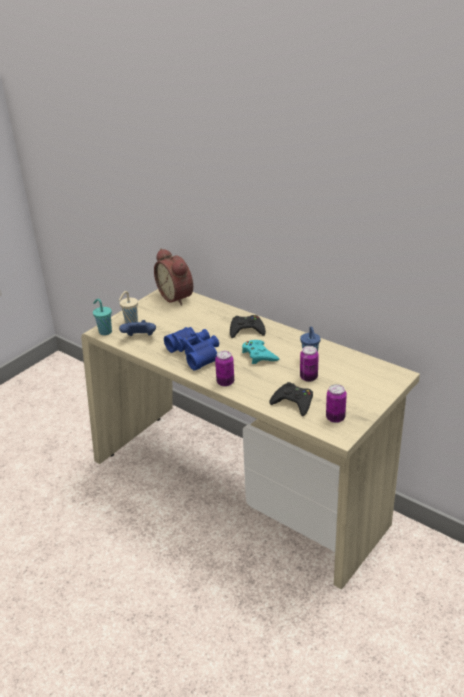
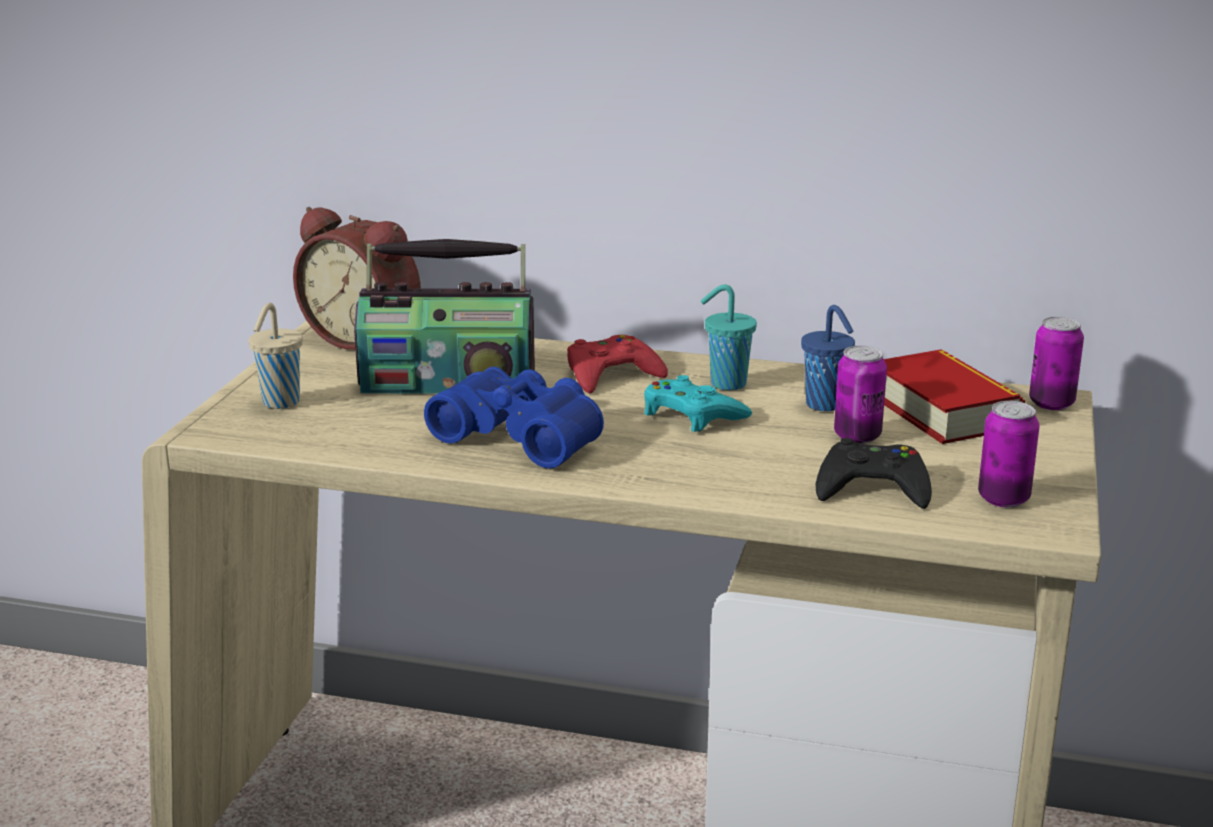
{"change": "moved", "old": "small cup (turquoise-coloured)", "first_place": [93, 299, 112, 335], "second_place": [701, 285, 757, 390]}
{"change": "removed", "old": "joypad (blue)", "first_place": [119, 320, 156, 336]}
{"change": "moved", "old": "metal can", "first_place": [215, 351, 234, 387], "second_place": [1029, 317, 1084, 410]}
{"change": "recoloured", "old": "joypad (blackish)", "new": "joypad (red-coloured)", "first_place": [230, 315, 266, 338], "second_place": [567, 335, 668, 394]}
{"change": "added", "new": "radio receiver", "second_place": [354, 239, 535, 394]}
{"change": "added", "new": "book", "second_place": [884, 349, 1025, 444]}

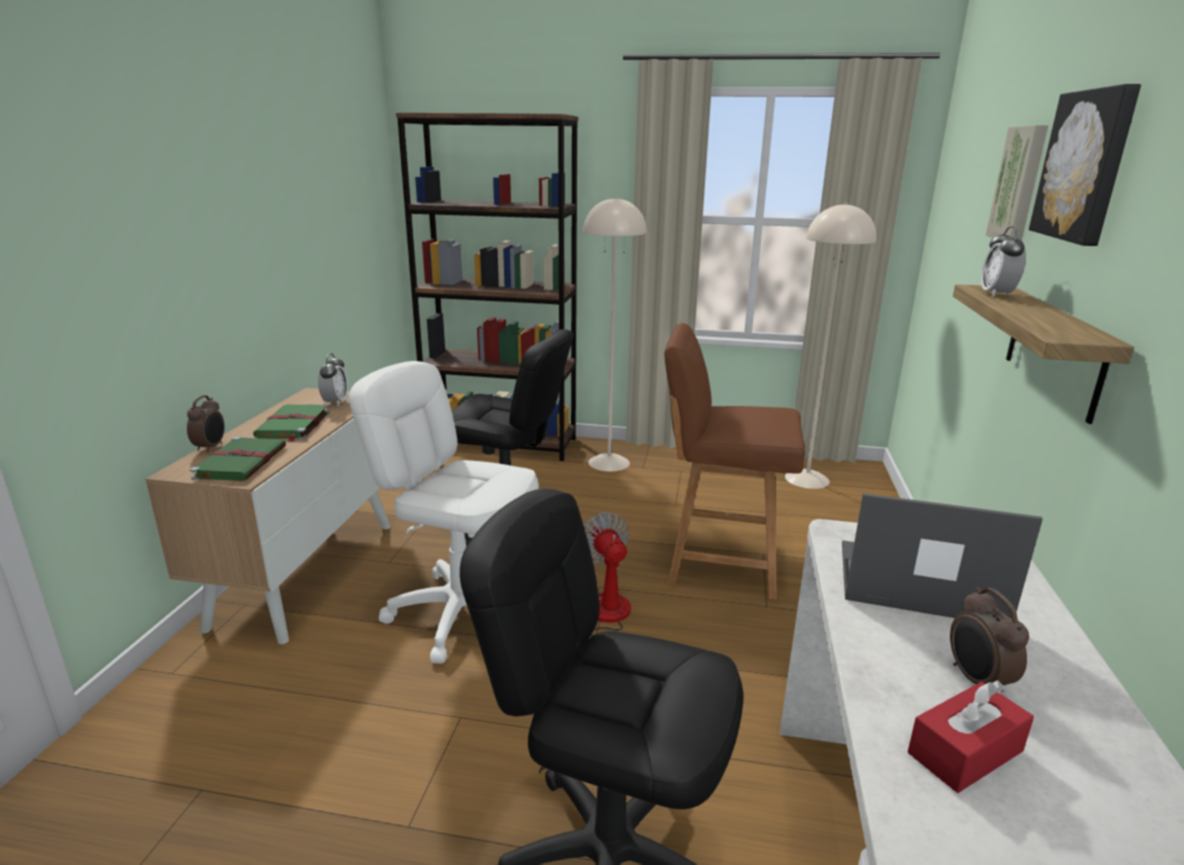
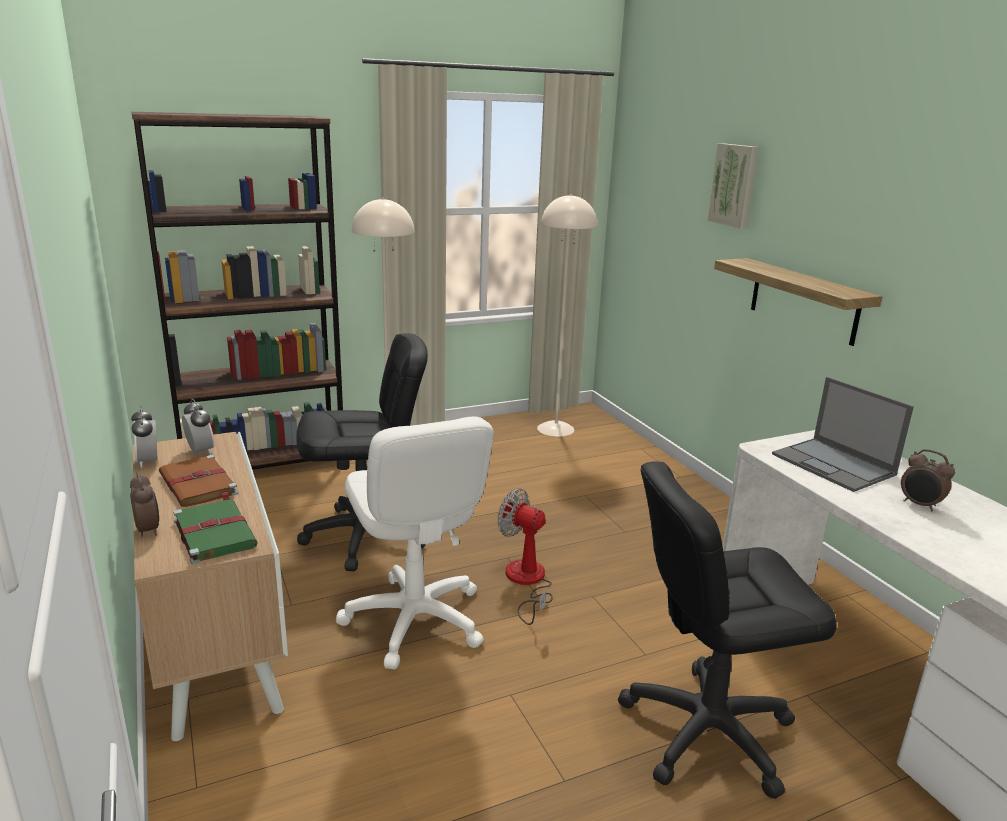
{"change": "recoloured", "old": "book (green-coloured)", "new": "book (brownish)", "first_place": [253, 404, 330, 442], "second_place": [159, 455, 238, 507]}
{"change": "turned", "old": "desk chair (white-coloured)", "first_place": [349, 361, 539, 664], "second_place": [336, 417, 494, 670], "degrees": -105}
{"change": "removed", "old": "chair (brownish)", "first_place": [664, 323, 805, 600]}
{"change": "turned", "old": "notebook computer", "first_place": [842, 493, 1043, 618], "second_place": [772, 377, 914, 492], "degrees": -105}
{"change": "removed", "old": "tissue holder (red-coloured)", "first_place": [908, 681, 1034, 793]}
{"change": "moved", "old": "bedside clock", "first_place": [981, 226, 1026, 297], "second_place": [131, 406, 157, 468]}
{"change": "removed", "old": "wall art", "first_place": [1029, 84, 1141, 246]}

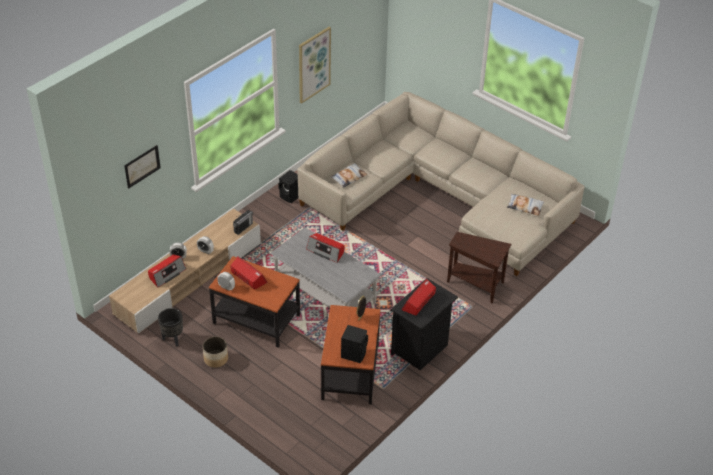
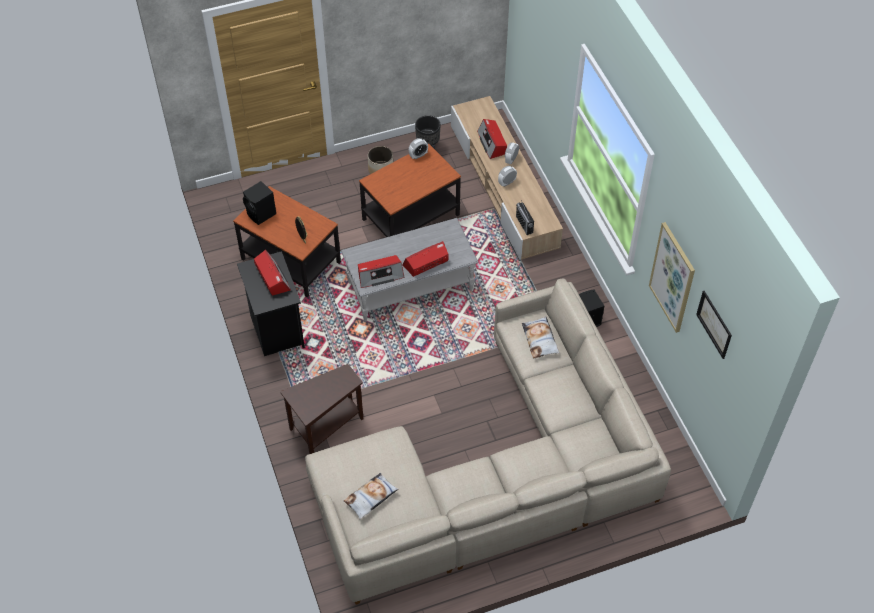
{"change": "moved", "old": "wall art", "first_place": [124, 145, 161, 189], "second_place": [696, 291, 732, 359]}
{"change": "moved", "old": "radio receiver", "first_place": [230, 257, 268, 290], "second_place": [358, 255, 404, 288]}

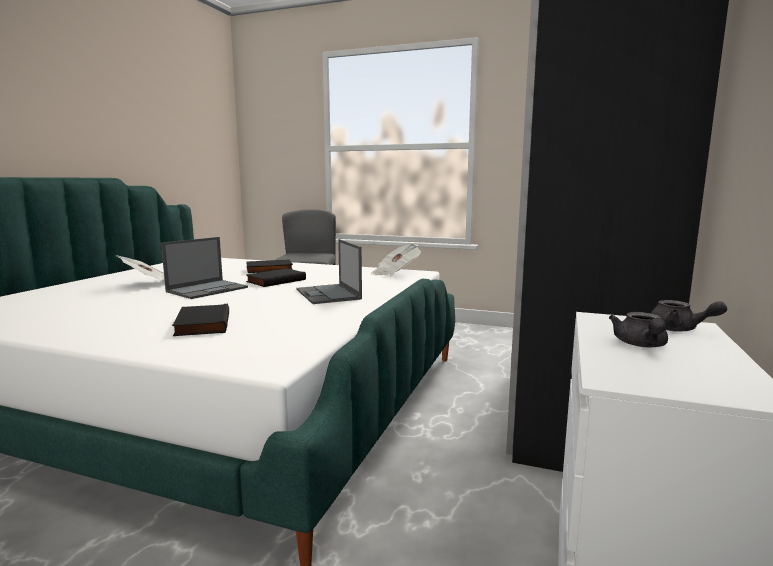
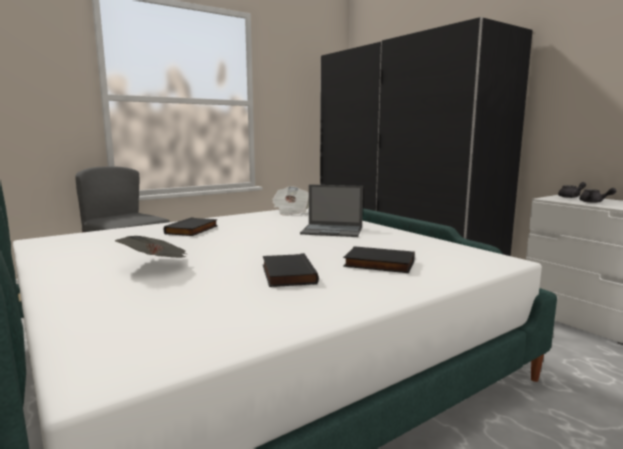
{"change": "removed", "old": "notebook computer", "first_place": [161, 237, 248, 299]}
{"change": "moved", "old": "book (blackish)", "first_place": [246, 268, 306, 287], "second_place": [263, 253, 319, 287]}

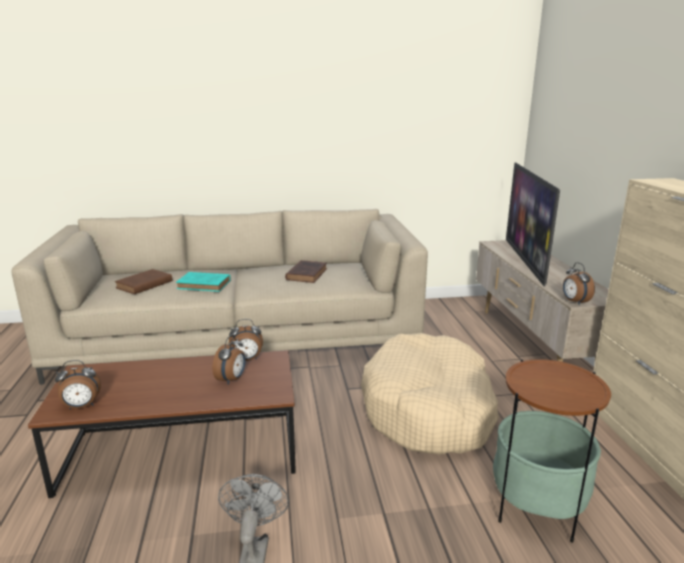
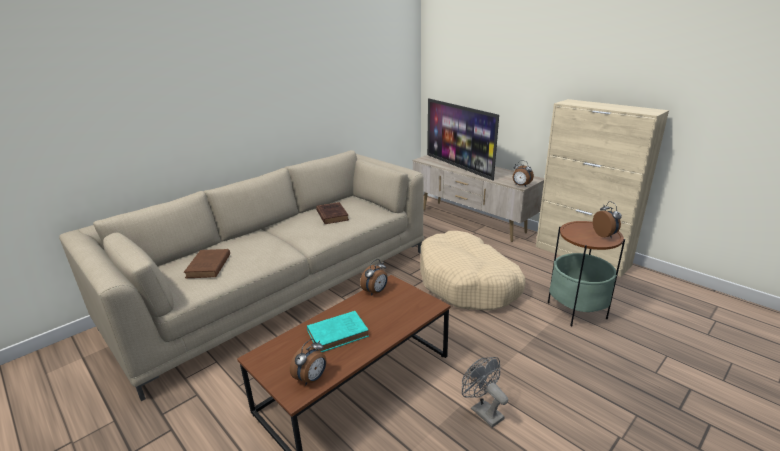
{"change": "moved", "old": "book (turquoise-coloured)", "first_place": [176, 272, 231, 292], "second_place": [307, 311, 369, 352]}
{"change": "moved", "old": "bedside clock", "first_place": [212, 335, 245, 385], "second_place": [593, 201, 622, 238]}

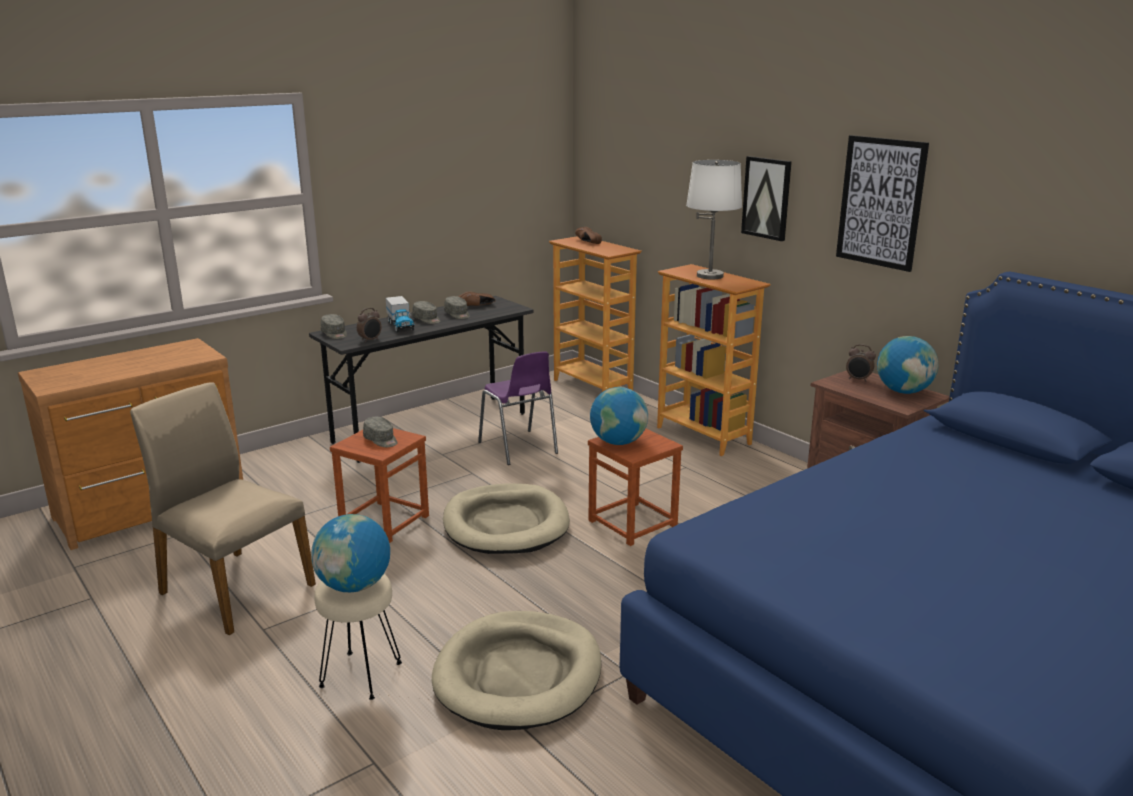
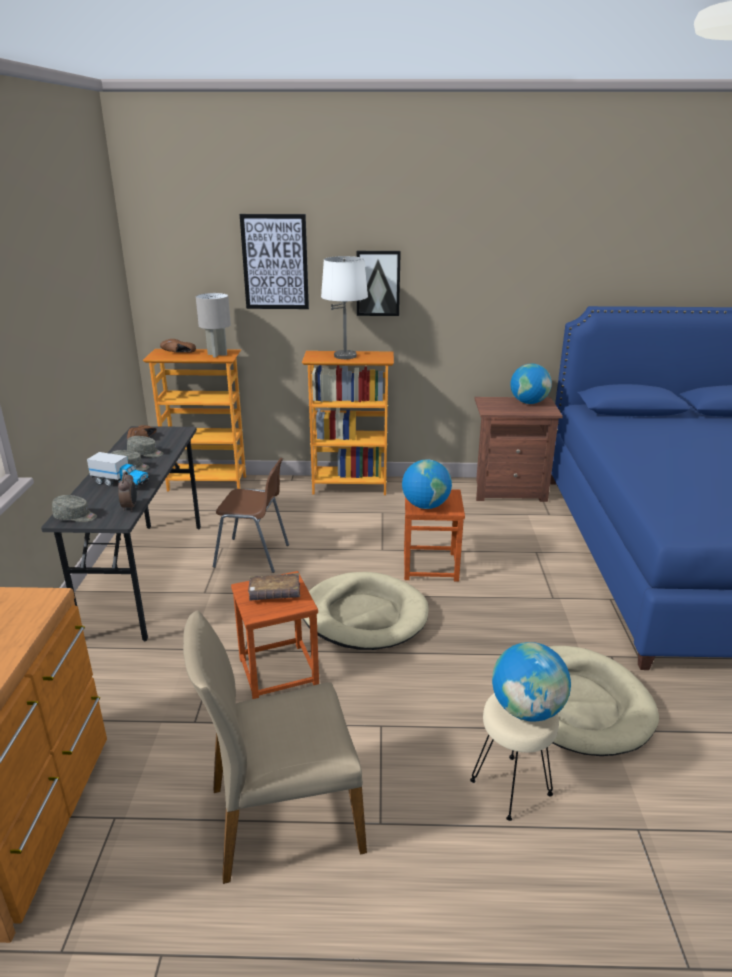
{"change": "replaced", "old": "cap (grey)", "new": "book (brownish)", "first_place": [363, 417, 397, 447], "second_place": [248, 573, 300, 601]}
{"change": "recoloured", "old": "chair (purplish)", "new": "chair (brownish)", "first_place": [478, 351, 558, 465], "second_place": [213, 458, 289, 573]}
{"change": "moved", "old": "wall art", "first_place": [836, 135, 929, 272], "second_place": [240, 214, 309, 309]}
{"change": "removed", "old": "bedside clock", "first_place": [846, 344, 876, 382]}
{"change": "added", "new": "table lamp (grey)", "second_place": [196, 293, 231, 357]}

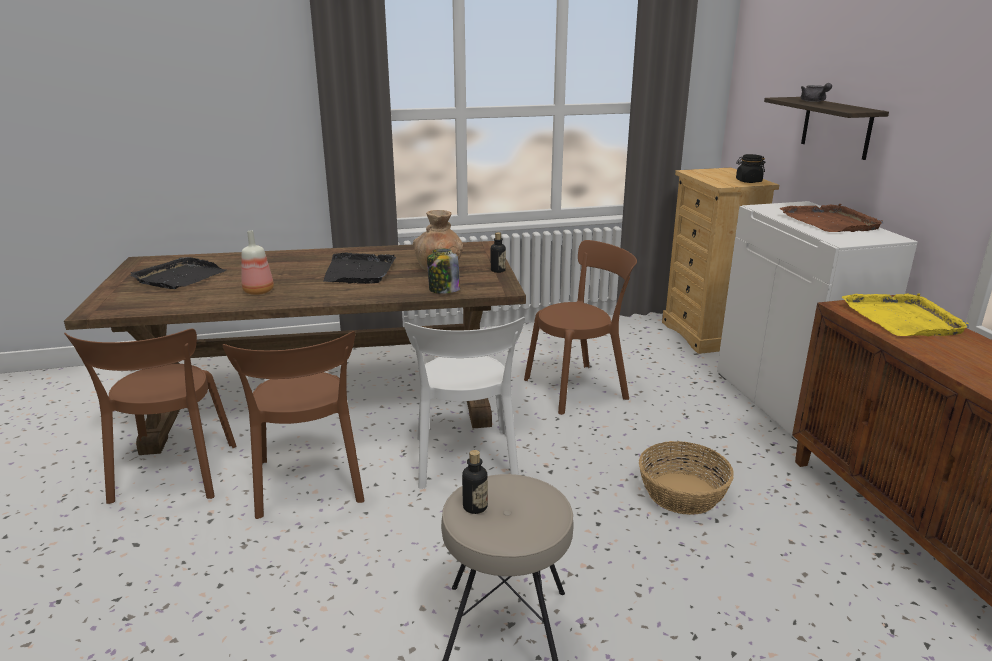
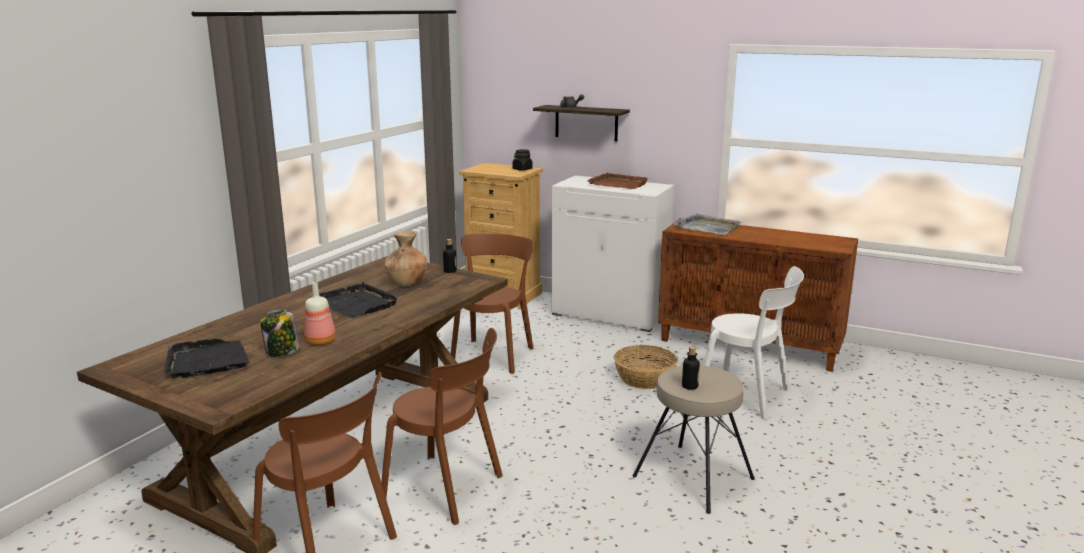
{"change": "moved", "old": "chair (white-coloured)", "first_place": [404, 317, 525, 489], "second_place": [703, 266, 804, 420]}
{"change": "moved", "old": "preserve jar", "first_place": [427, 249, 460, 294], "second_place": [260, 309, 300, 357]}
{"change": "recoloured", "old": "serving tray (yellowish)", "new": "serving tray (grey)", "first_place": [842, 294, 969, 336], "second_place": [674, 213, 741, 235]}

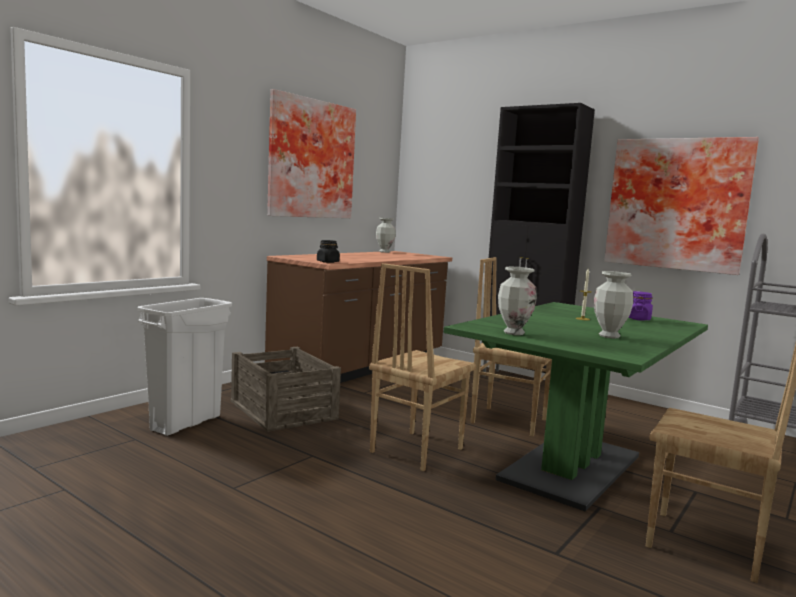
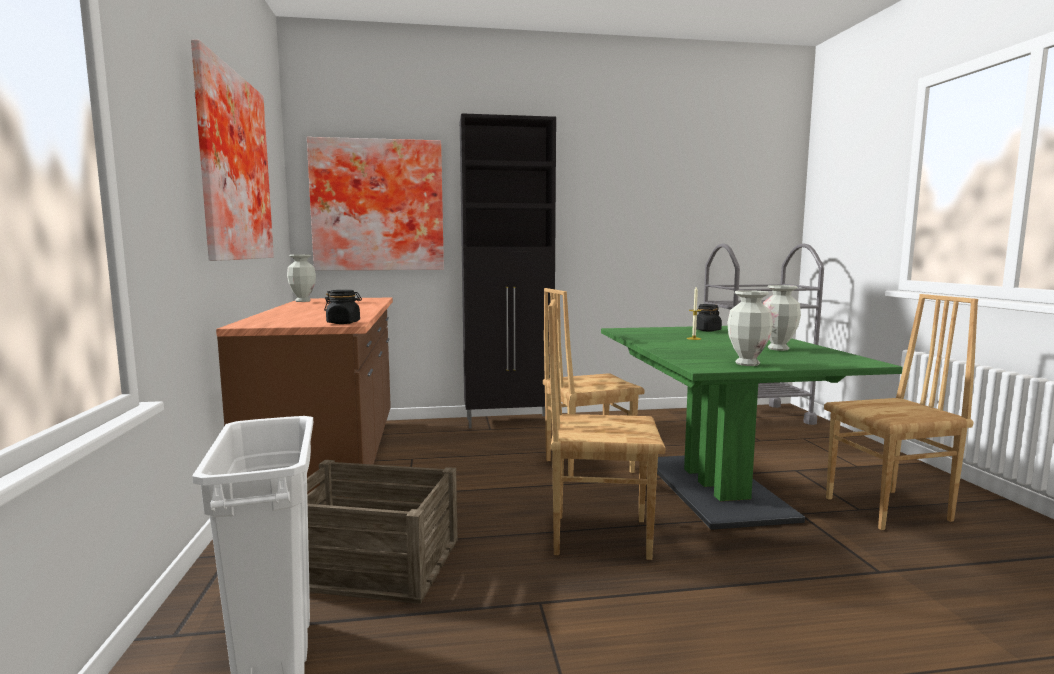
{"change": "turned", "old": "chair (brownish)", "first_place": [369, 263, 476, 471], "second_place": [548, 299, 665, 560], "degrees": 105}
{"change": "moved", "old": "wall art", "first_place": [604, 137, 759, 275], "second_place": [307, 137, 444, 271]}
{"change": "recoloured", "old": "preserve jar (purplish)", "new": "preserve jar (blackish)", "first_place": [628, 291, 653, 321], "second_place": [696, 304, 722, 331]}

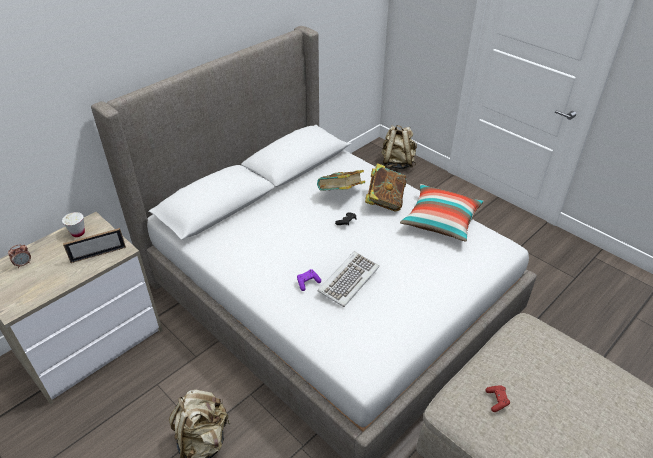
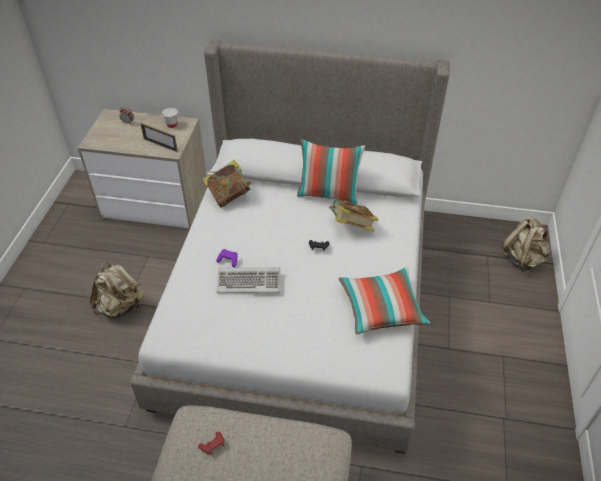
{"change": "moved", "old": "book", "first_place": [365, 163, 406, 211], "second_place": [203, 160, 252, 207]}
{"change": "added", "new": "cushion", "second_place": [297, 139, 365, 205]}

